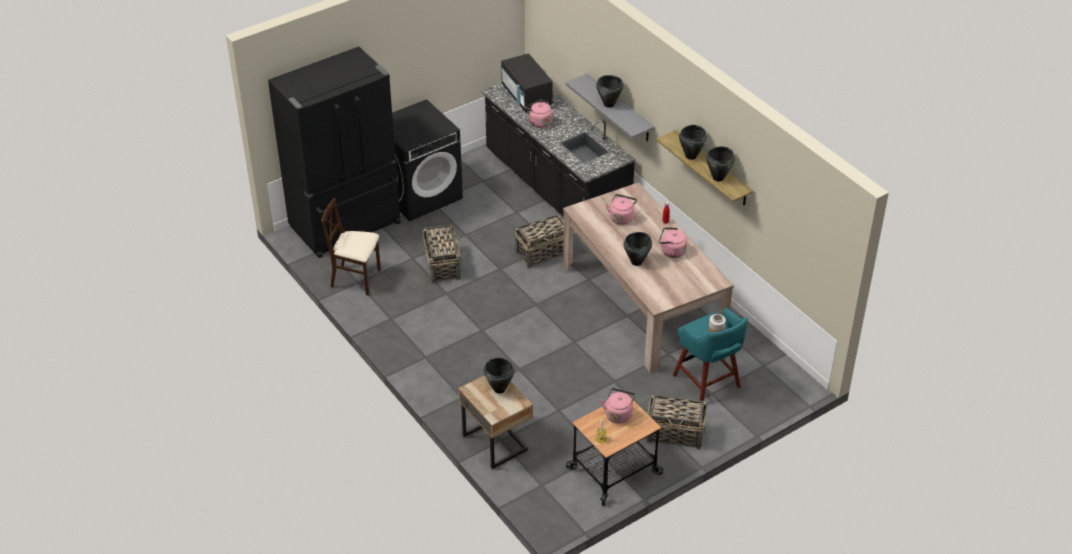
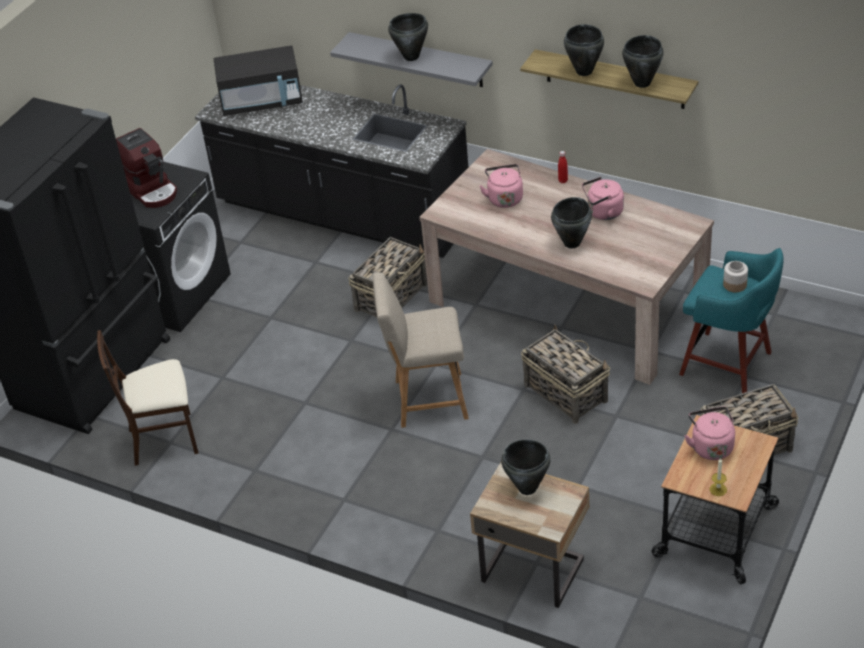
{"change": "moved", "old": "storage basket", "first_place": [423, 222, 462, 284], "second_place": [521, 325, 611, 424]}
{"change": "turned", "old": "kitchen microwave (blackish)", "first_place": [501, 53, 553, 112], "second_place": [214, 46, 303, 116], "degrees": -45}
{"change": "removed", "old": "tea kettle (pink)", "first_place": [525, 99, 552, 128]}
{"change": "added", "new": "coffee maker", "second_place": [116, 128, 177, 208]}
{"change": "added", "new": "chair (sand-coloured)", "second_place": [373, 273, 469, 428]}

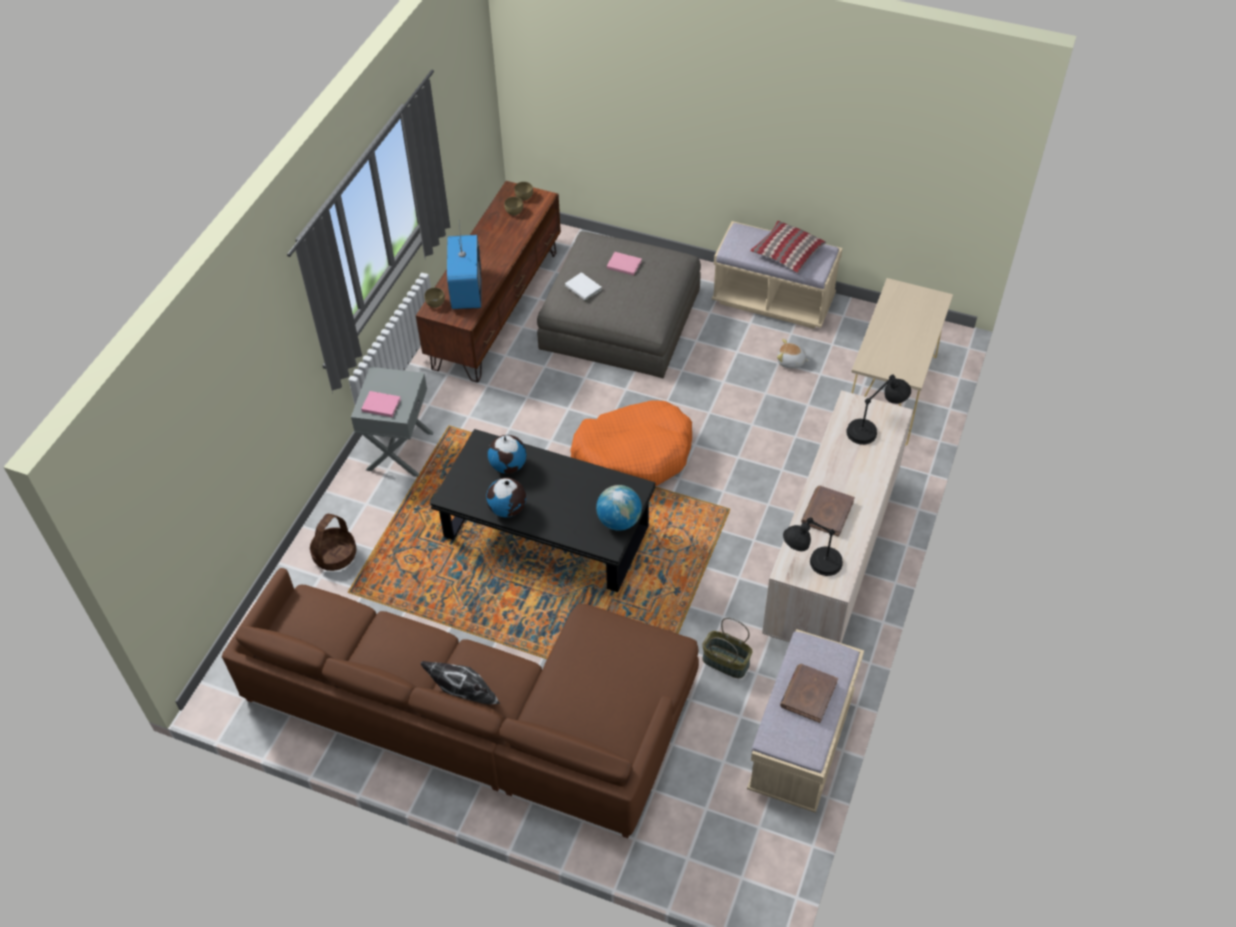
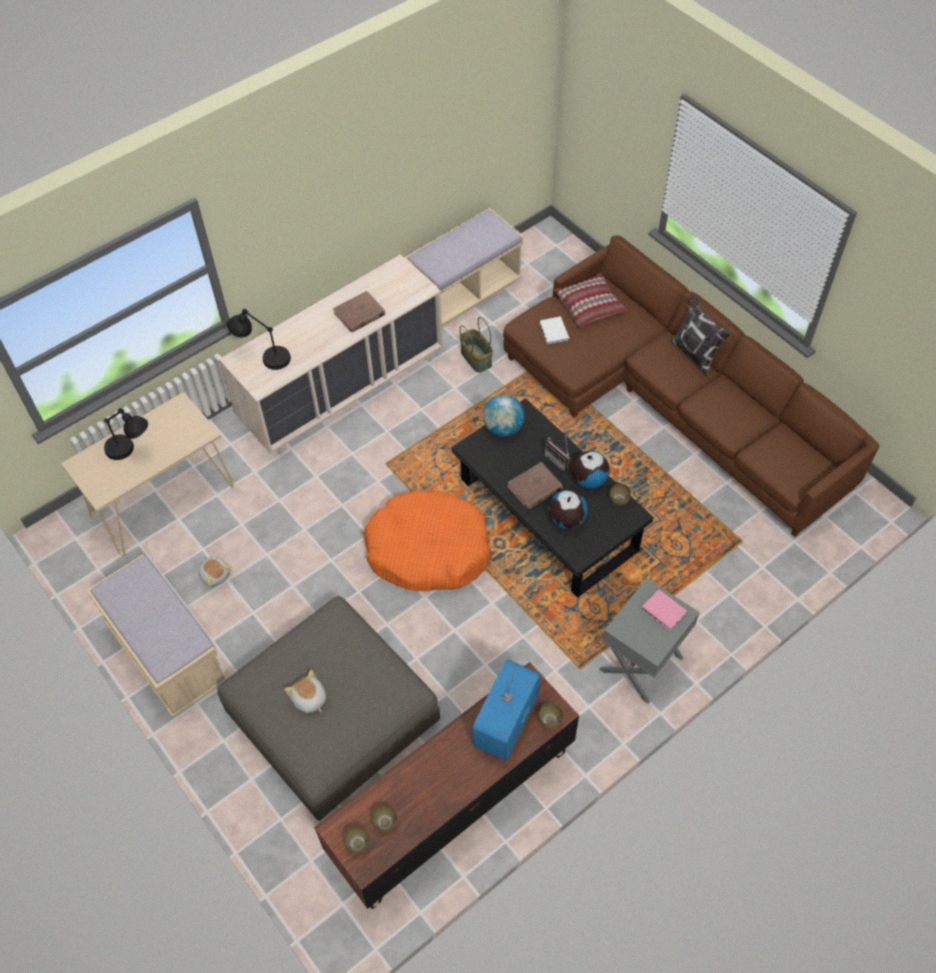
{"change": "removed", "old": "storage basket", "first_place": [310, 514, 356, 571]}
{"change": "moved", "old": "book (white-coloured)", "first_place": [565, 272, 602, 301], "second_place": [539, 316, 569, 345]}
{"change": "replaced", "old": "book (pink)", "new": "soft toy", "first_place": [607, 252, 642, 276], "second_place": [284, 670, 326, 713]}
{"change": "moved", "old": "cushion", "first_place": [750, 221, 826, 273], "second_place": [554, 273, 627, 327]}
{"change": "moved", "old": "book (brownish)", "first_place": [780, 664, 838, 723], "second_place": [507, 462, 563, 509]}
{"change": "moved", "old": "table lamp (blackish)", "first_place": [783, 518, 843, 576], "second_place": [104, 408, 148, 460]}
{"change": "added", "new": "radio receiver", "second_place": [545, 435, 571, 472]}
{"change": "added", "new": "deep dish (brownish)", "second_place": [609, 483, 631, 505]}

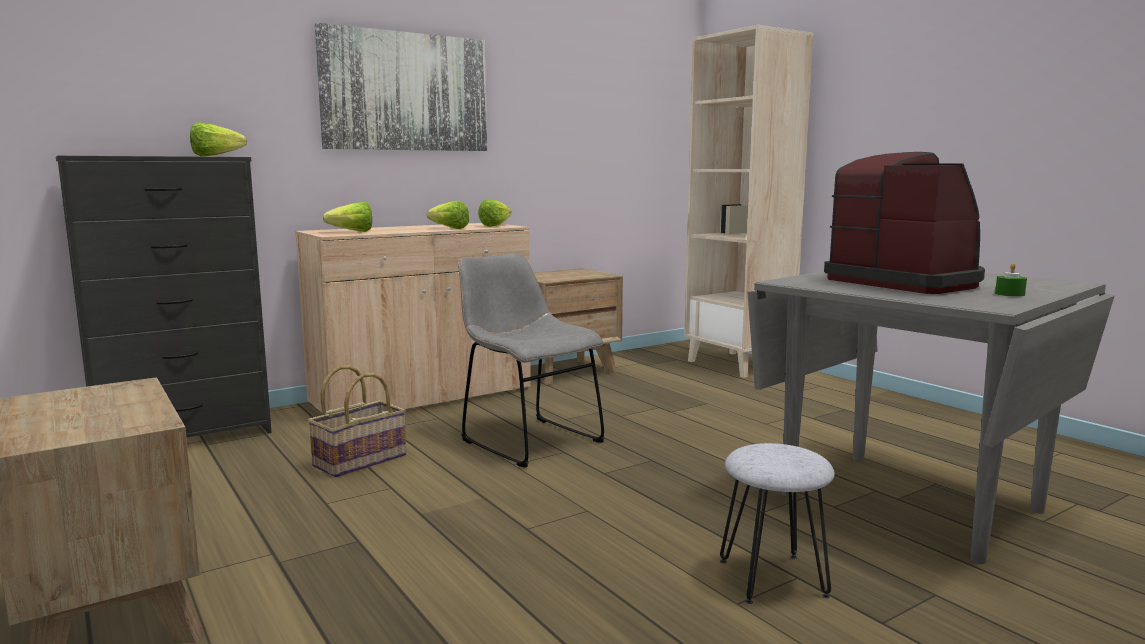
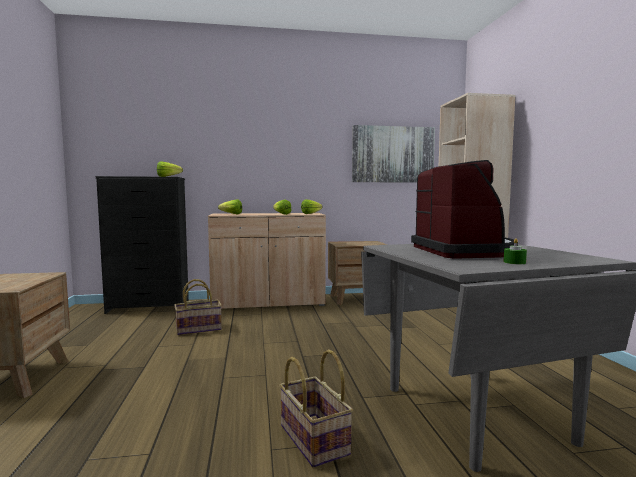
{"change": "moved", "old": "wall art", "first_place": [315, 23, 487, 151], "second_place": [352, 125, 435, 183]}
{"change": "removed", "old": "chair (grey)", "first_place": [458, 253, 605, 468]}
{"change": "replaced", "old": "stool seat (grey)", "new": "storage basket", "first_place": [720, 443, 835, 604], "second_place": [279, 350, 353, 468]}

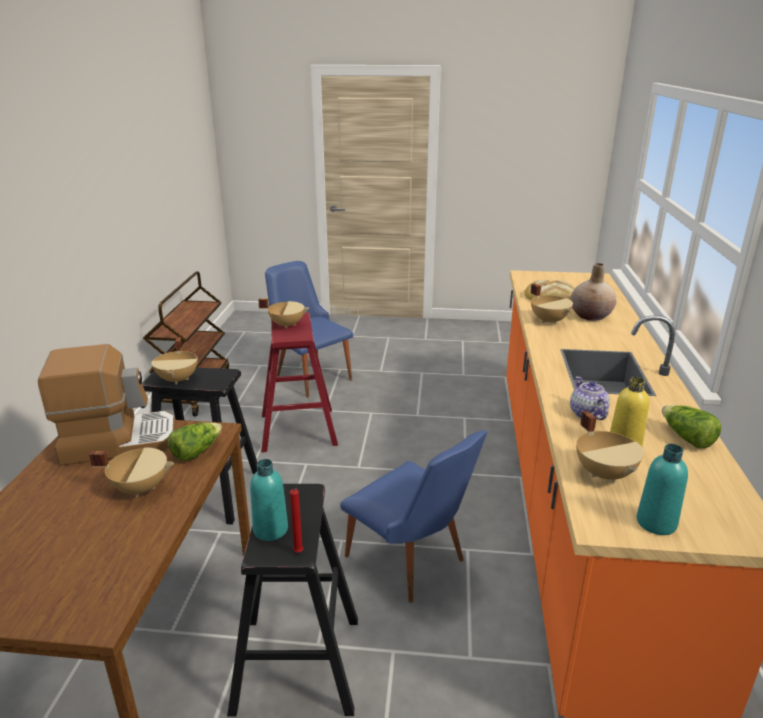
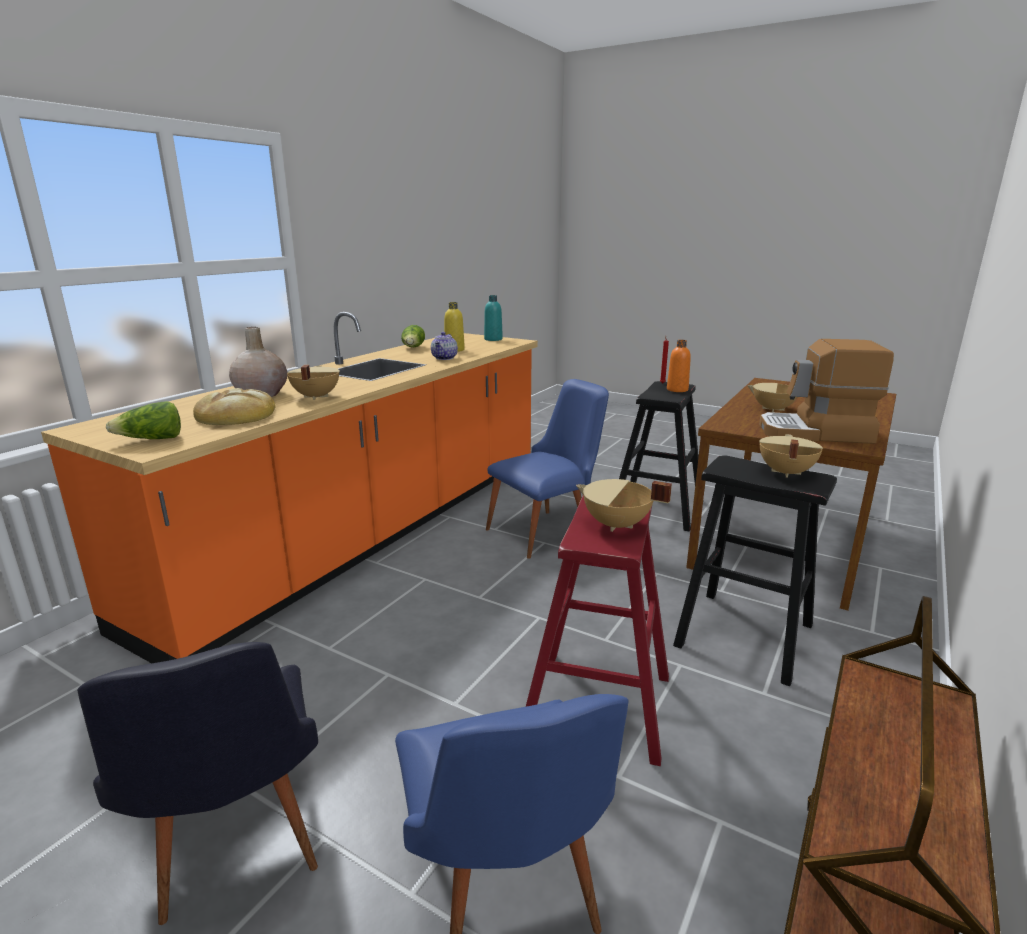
{"change": "moved", "old": "lettuce head", "first_place": [167, 422, 222, 461], "second_place": [106, 401, 181, 439]}
{"change": "recoloured", "old": "bottle (turquoise-coloured)", "new": "bottle (orangey)", "first_place": [250, 459, 288, 541], "second_place": [667, 340, 691, 392]}
{"change": "turned", "old": "chair (blue)", "first_place": [340, 430, 487, 603], "second_place": [486, 379, 609, 559], "degrees": 75}
{"change": "removed", "old": "stockpot (sand-coloured)", "first_place": [576, 411, 644, 483]}
{"change": "added", "new": "chair (blackish)", "second_place": [77, 642, 318, 925]}

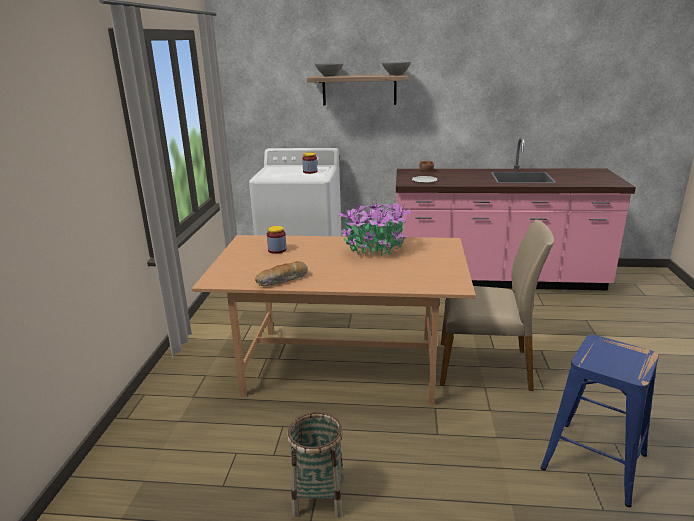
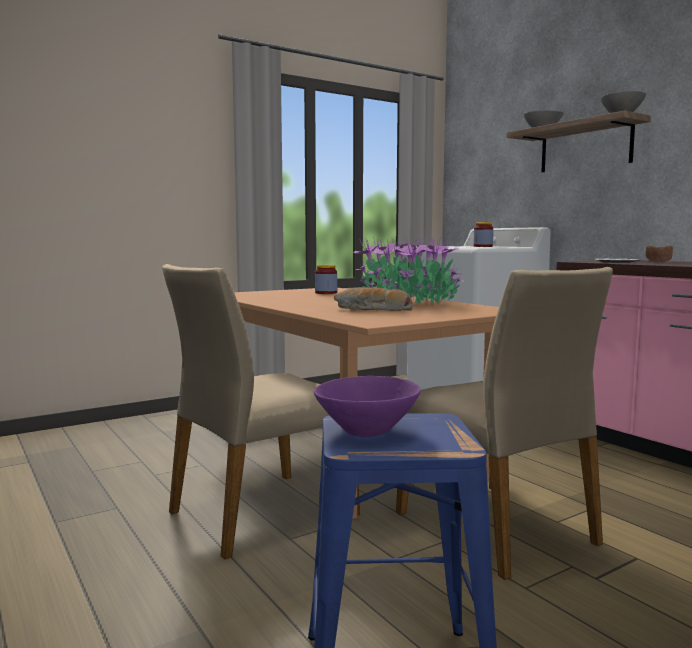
{"change": "moved", "old": "bread", "first_place": [255, 261, 307, 286], "second_place": [334, 287, 413, 311]}
{"change": "removed", "old": "storage basket", "first_place": [287, 412, 344, 518]}
{"change": "added", "new": "chair (sand-coloured)", "second_place": [162, 264, 360, 560]}
{"change": "added", "new": "deep dish (purplish)", "second_place": [313, 376, 421, 437]}

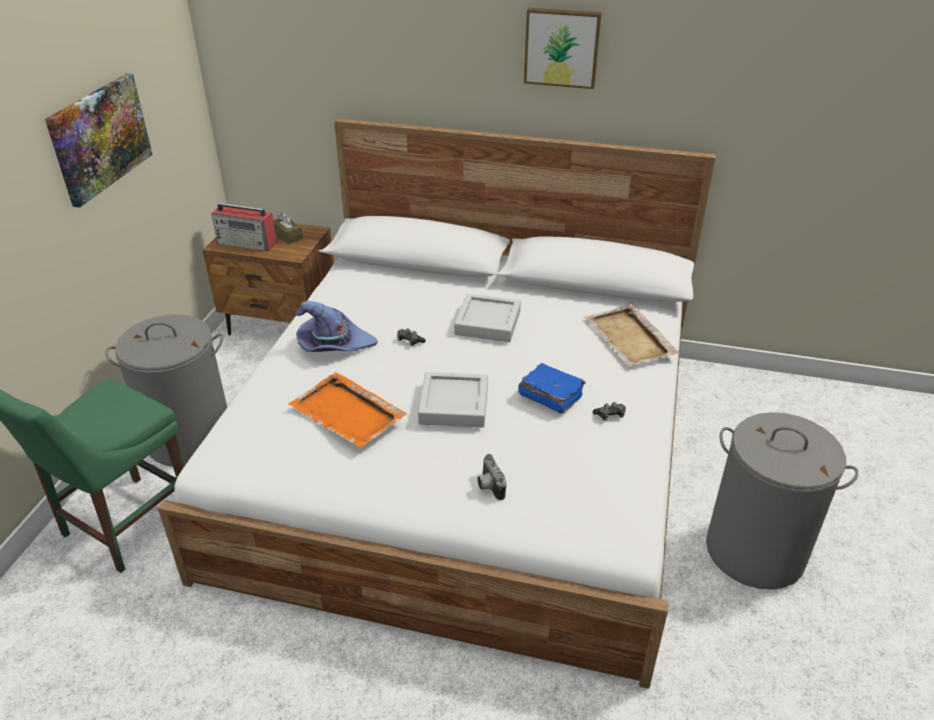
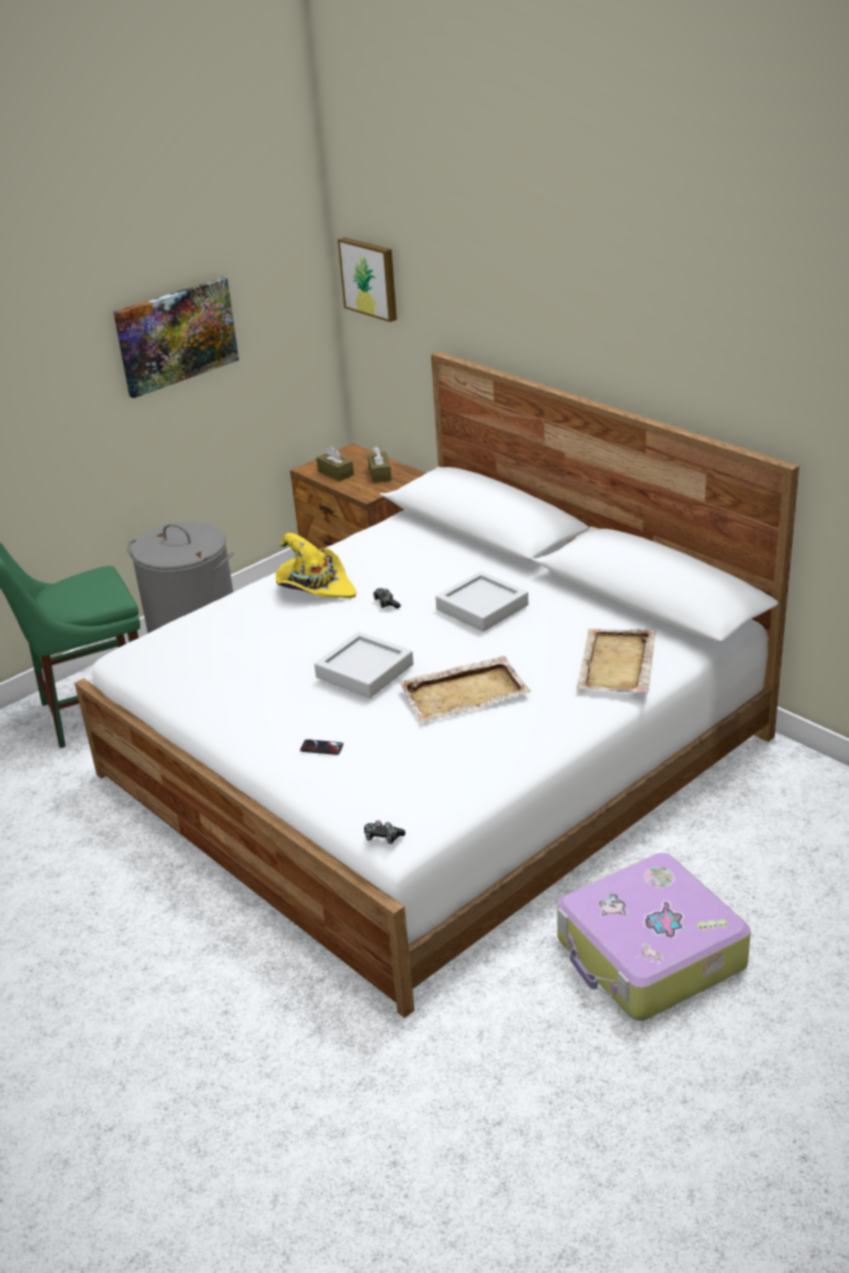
{"change": "replaced", "old": "radio receiver", "new": "tissue holder (brownish)", "first_place": [211, 203, 277, 251], "second_place": [316, 446, 354, 481]}
{"change": "removed", "old": "serving tray (orangey)", "first_place": [288, 372, 407, 448]}
{"change": "recoloured", "old": "clothing hat (purplish)", "new": "clothing hat (yellowish)", "first_place": [295, 301, 378, 352], "second_place": [276, 533, 356, 598]}
{"change": "replaced", "old": "still camera", "new": "telephone", "first_place": [477, 454, 507, 500], "second_place": [300, 739, 344, 755]}
{"change": "replaced", "old": "book (blue)", "new": "serving tray (sand-coloured)", "first_place": [518, 363, 585, 414], "second_place": [399, 656, 531, 722]}
{"change": "moved", "old": "wall art", "first_place": [524, 8, 602, 89], "second_place": [338, 237, 397, 322]}
{"change": "moved", "old": "joypad", "first_place": [593, 402, 626, 421], "second_place": [364, 820, 405, 844]}
{"change": "replaced", "old": "laundry basket (grey)", "new": "suitcase", "first_place": [706, 412, 859, 590], "second_place": [557, 853, 751, 1021]}

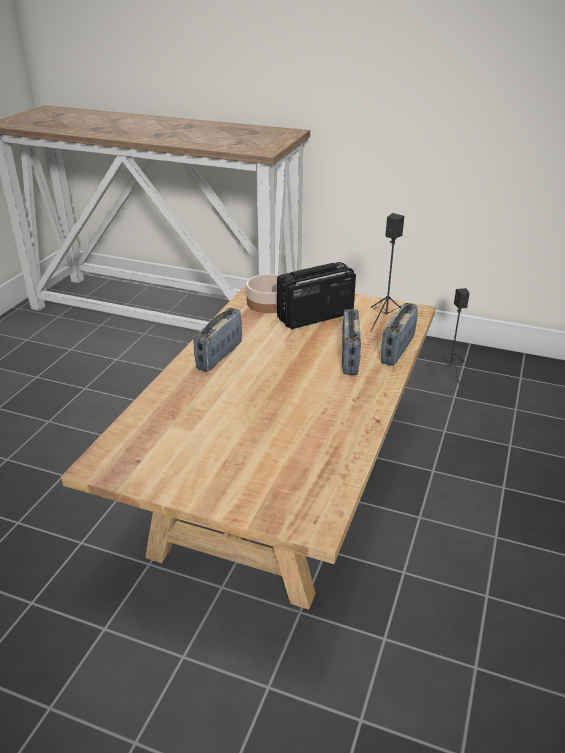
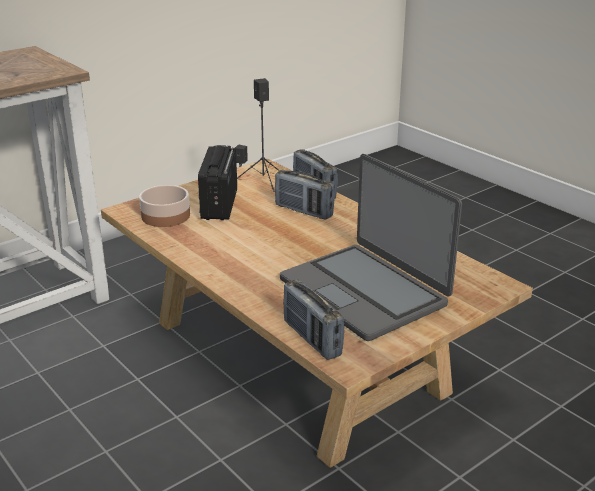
{"change": "moved", "old": "radio receiver", "first_place": [193, 308, 242, 372], "second_place": [283, 279, 344, 360]}
{"change": "added", "new": "notebook computer", "second_place": [280, 154, 462, 341]}

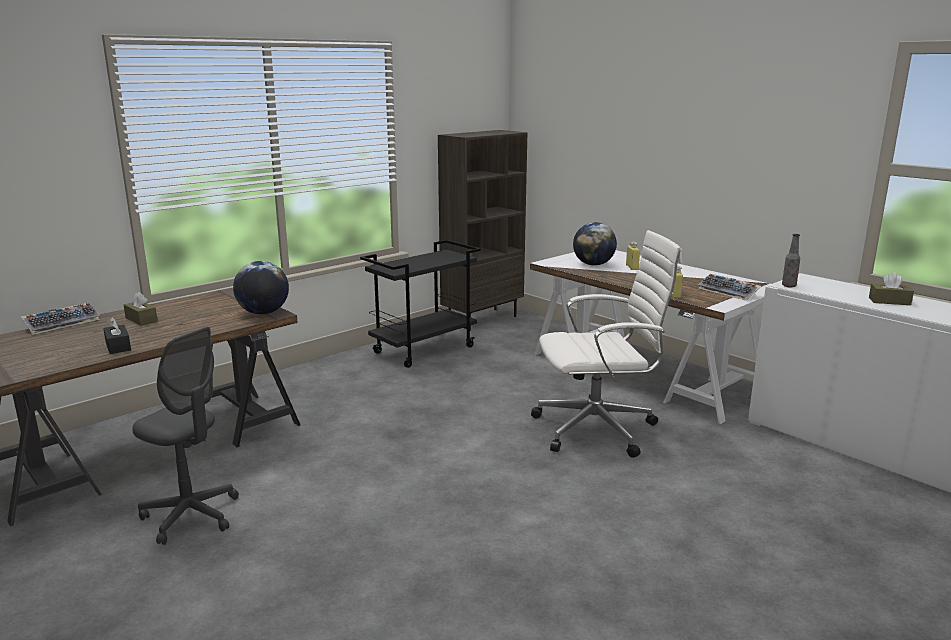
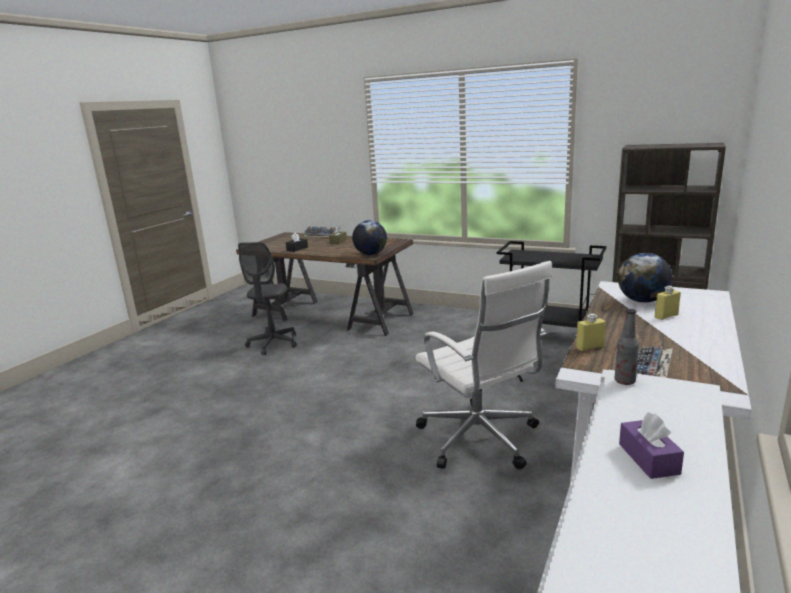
{"change": "recoloured", "old": "tissue holder (brownish)", "new": "tissue holder (purplish)", "first_place": [869, 272, 914, 305], "second_place": [619, 412, 684, 479]}

